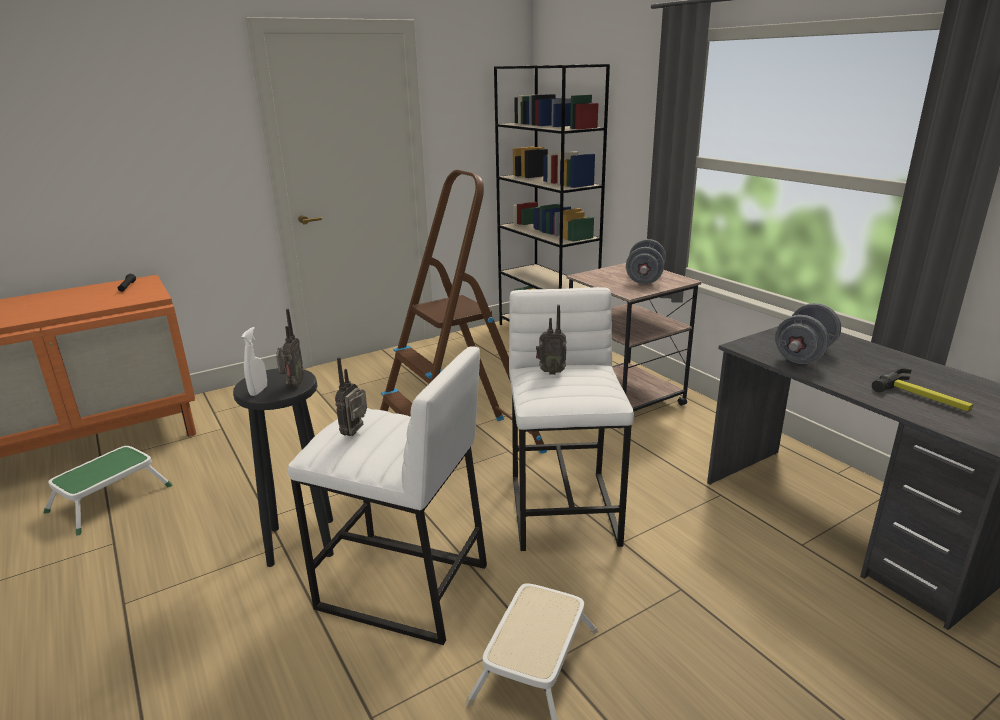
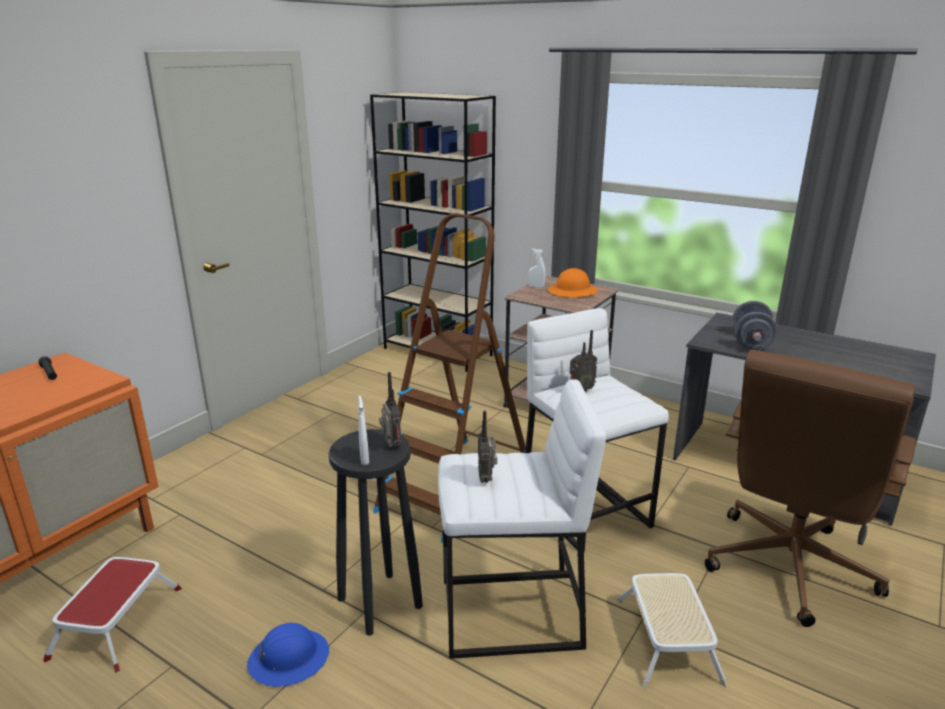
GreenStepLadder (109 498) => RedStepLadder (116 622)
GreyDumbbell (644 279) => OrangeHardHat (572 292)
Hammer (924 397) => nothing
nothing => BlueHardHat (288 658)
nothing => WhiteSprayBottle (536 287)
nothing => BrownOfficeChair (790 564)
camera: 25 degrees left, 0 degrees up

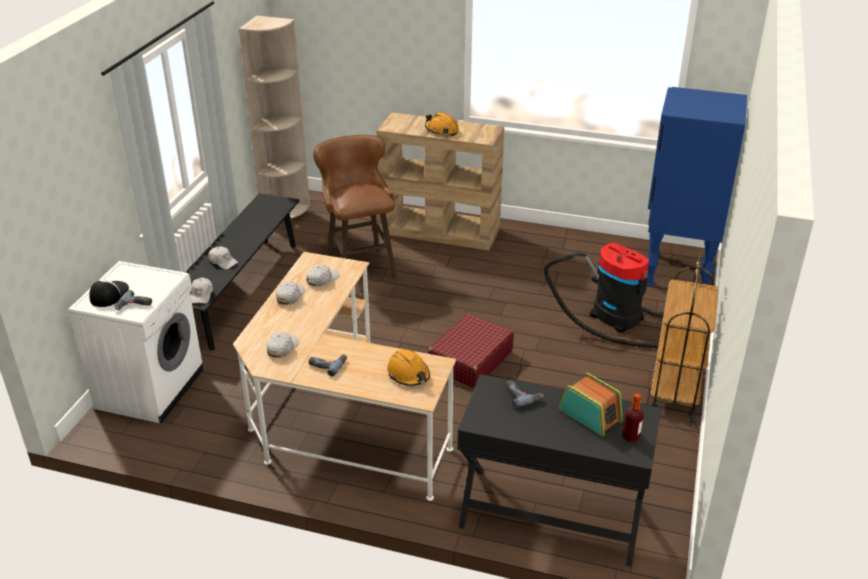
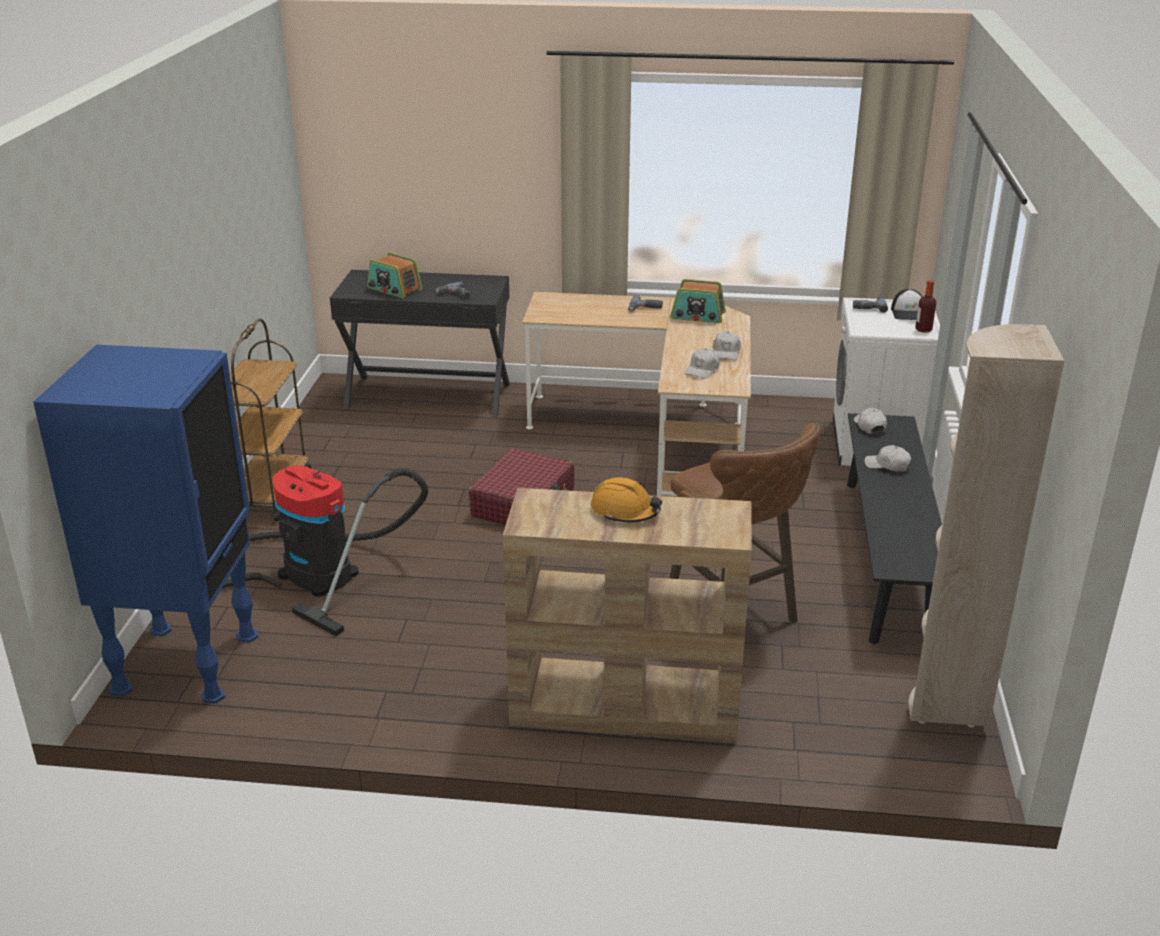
WhiteCap (282 348) => Radio (697 316)
OrangeHardHat (408 374) => nothing
Bottle (630 437) => Bottle (923 330), shifted
camera: 170 degrees right, 5 degrees down

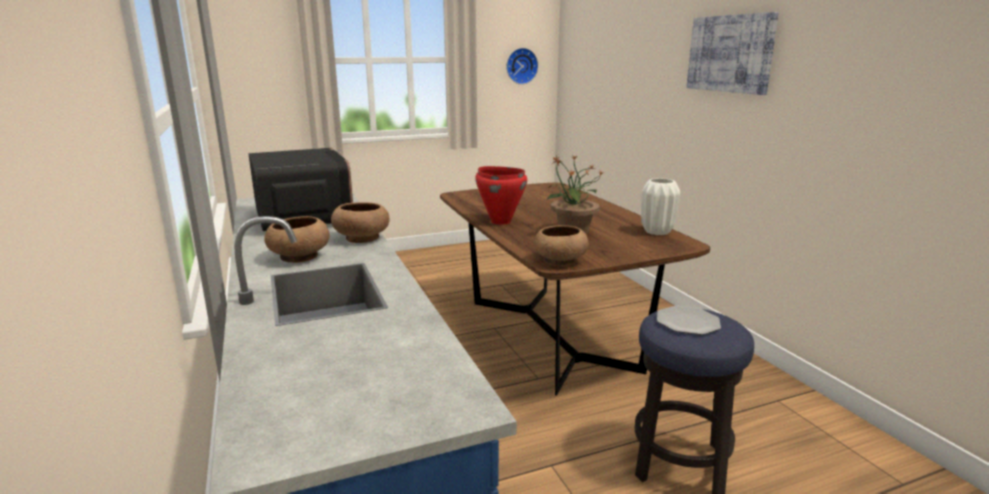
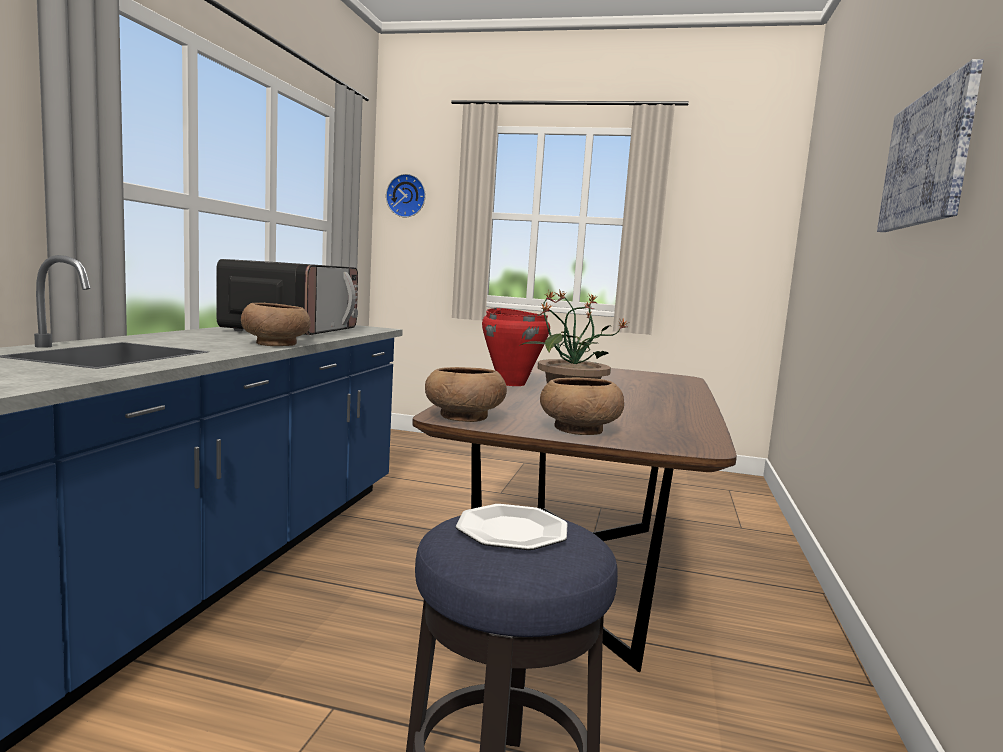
BrownBowl (299 257) => BrownBowl (578 430), shifted
WallClock (521 66) => WallClock (406 196), shifted
WhiteVase (657 232) => nothing
camera: 35 degrees right, 10 degrees down

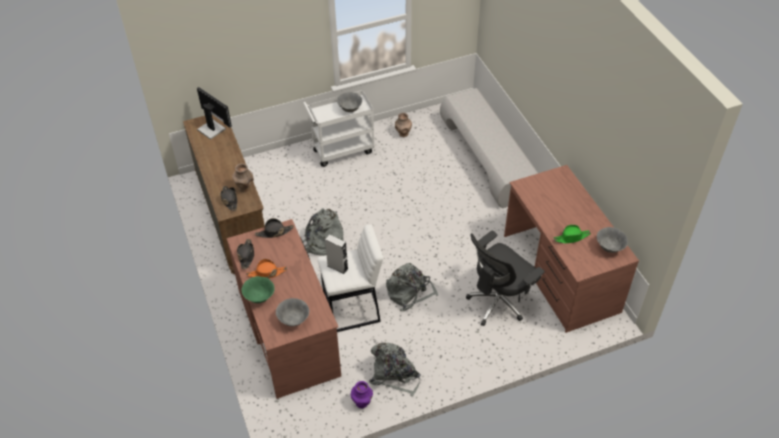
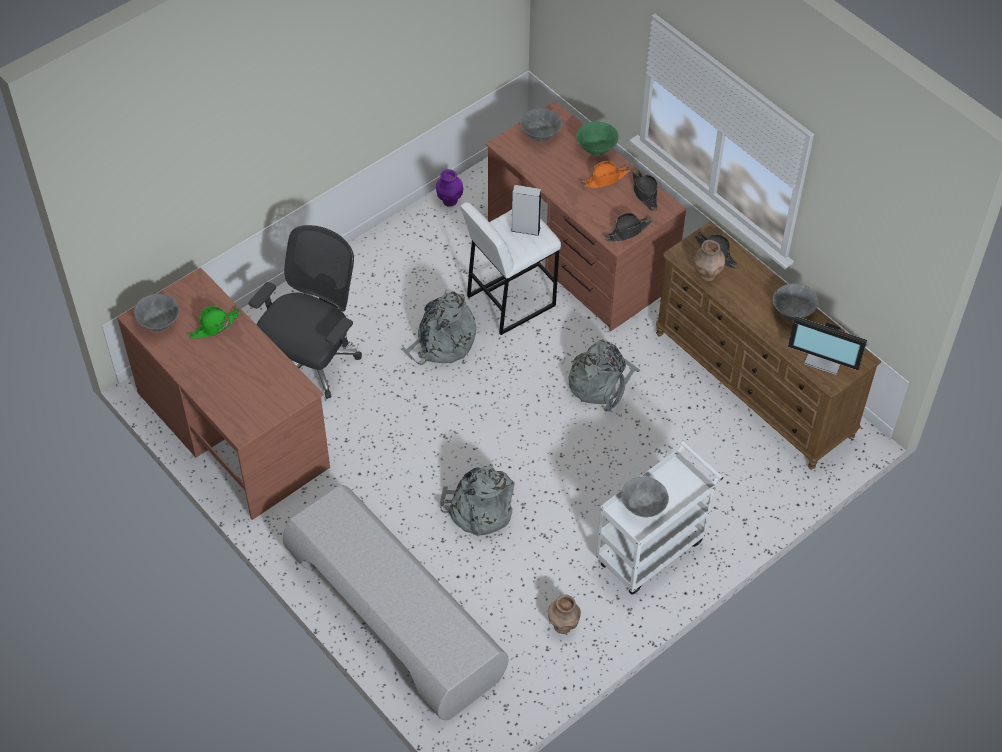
GreyBackpack (394 374) => GreyBackpack (478 510), shifted
nothing => GreyBowl (792 313)
camera: 160 degrees right, 5 degrees up

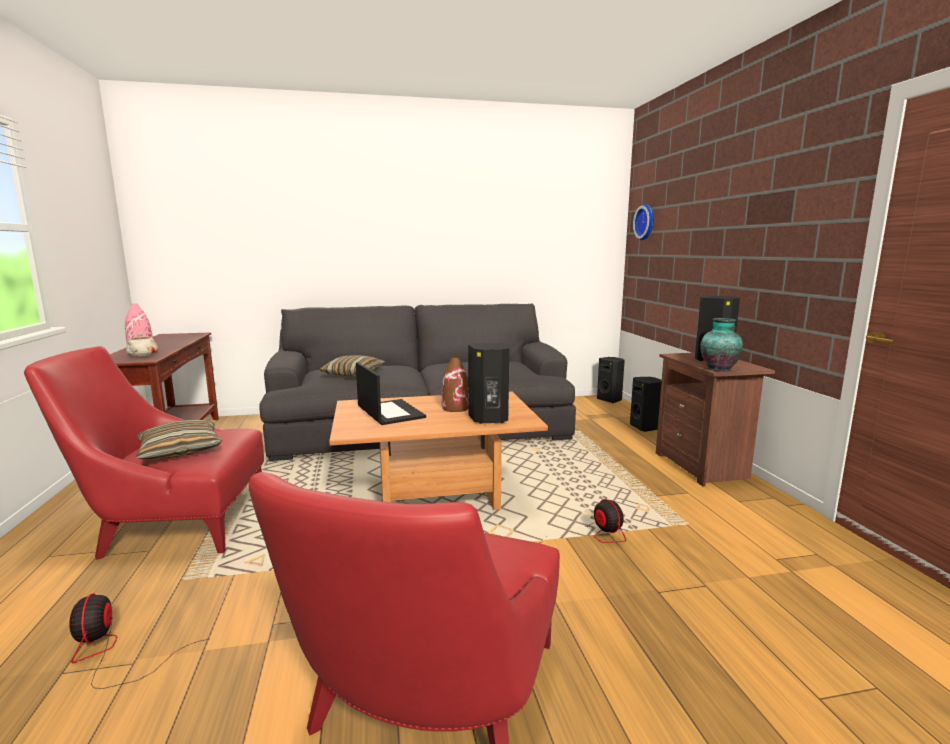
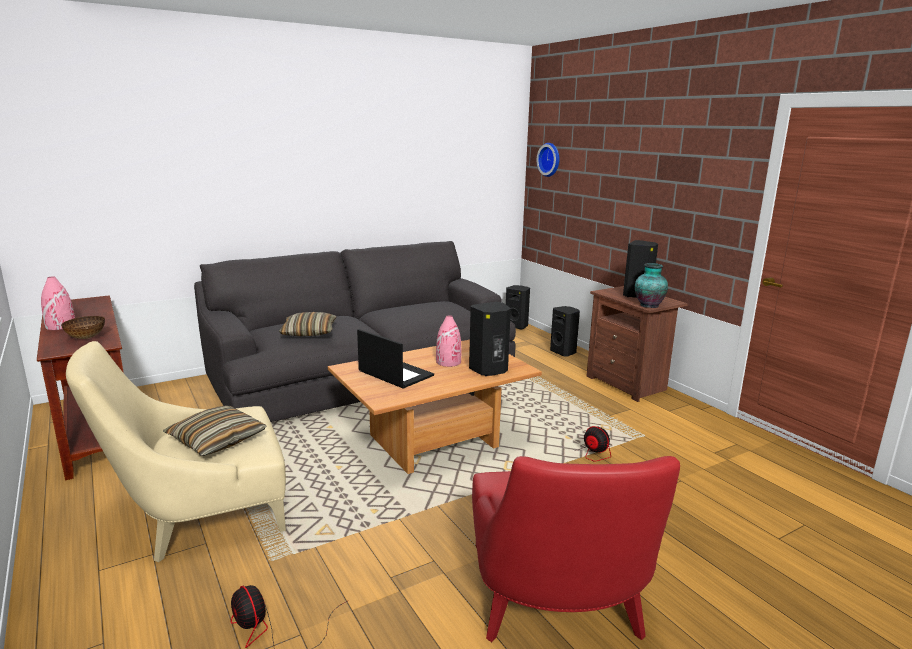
RedArmchair (172 523) => BeigeArmchair (199 513)
BeigeTeapot (142 355) => Bowl (85 337)
BrownVase (455 408) => PinkVase (448 362)
camera: 20 degrees left, 5 degrees up

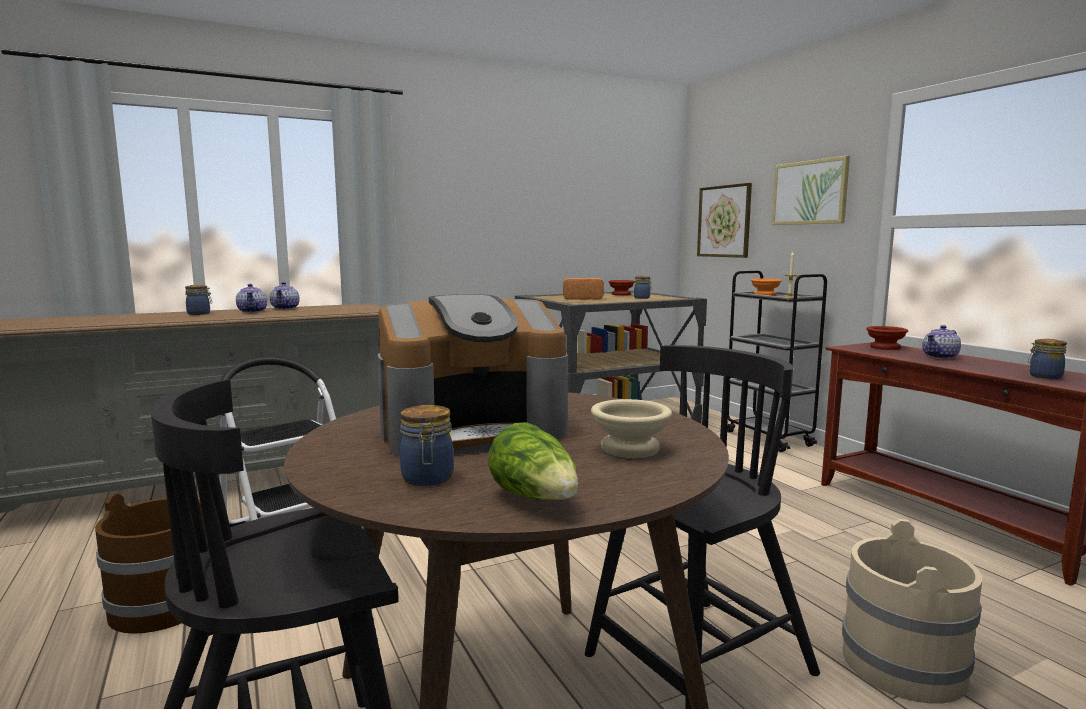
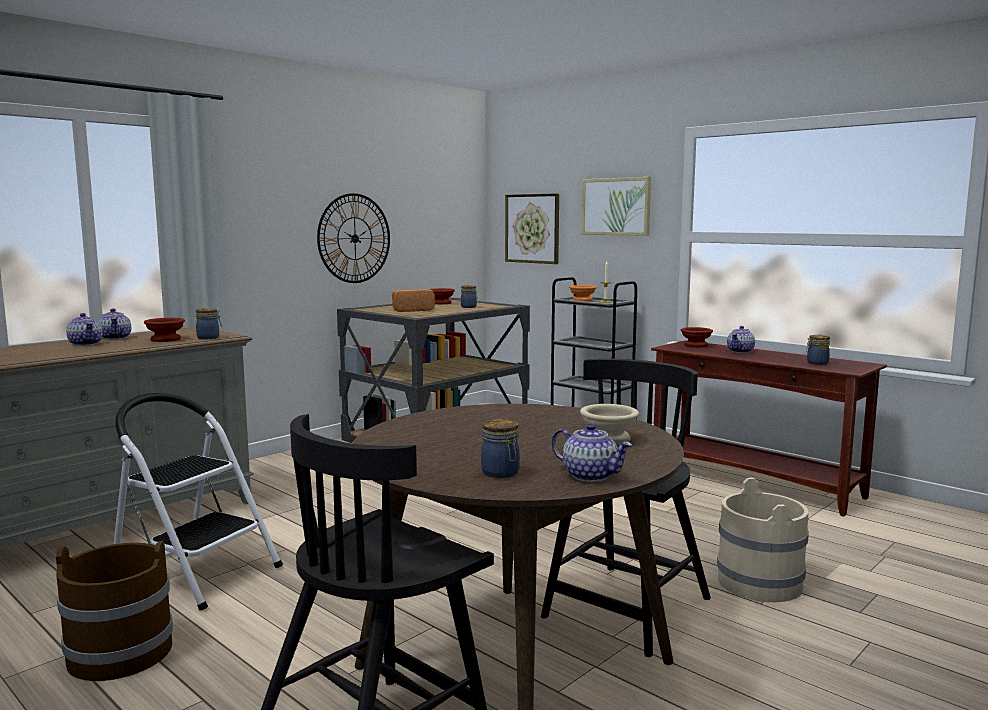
Jar (200 314) => Jar (209 338), shifted
CoffeeMachine (473 430) => nothing
Lettuce (536 498) => Teapot (589 475)
nothing => BrownBowl (166 339)
nothing => WallClock (354 238)
camera: 20 degrees left, 0 degrees up

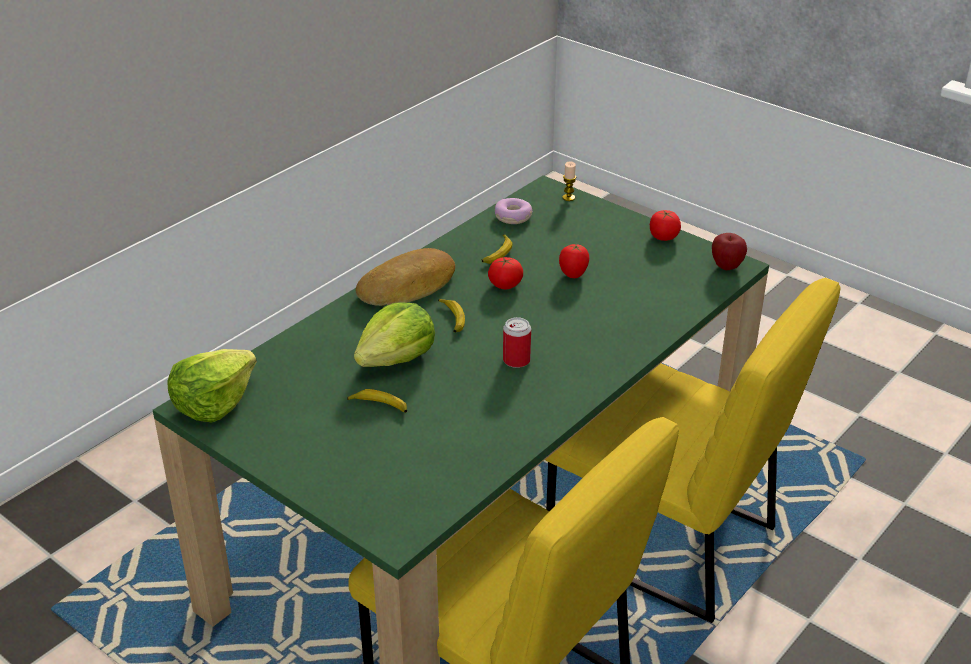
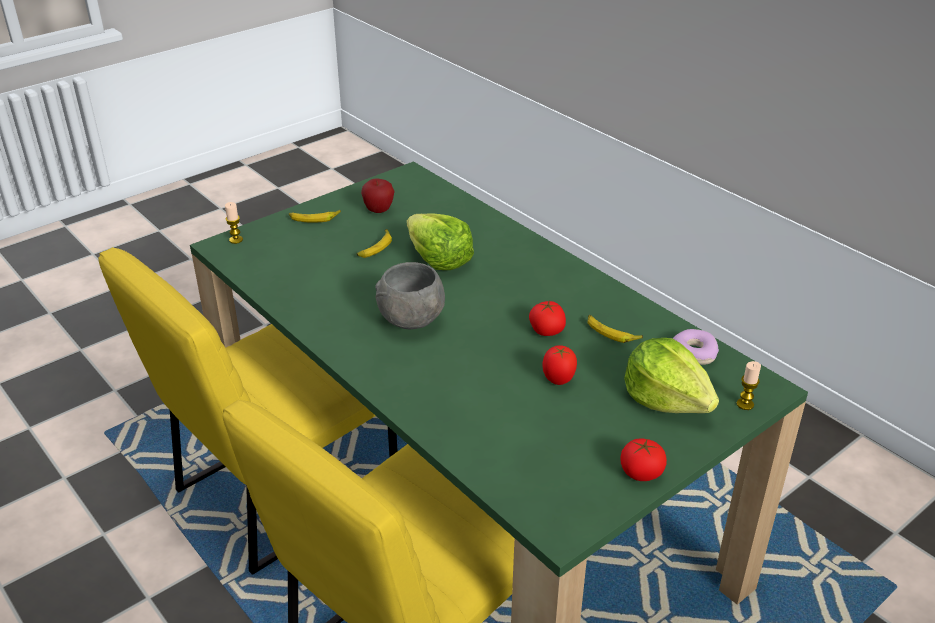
Lettuce (213 403) => Lettuce (666 399), shifted
Bread (408 286) => nothing
Banana (452 319) => Banana (314 218), shifted
Can (516 360) => GreyBowl (412 322)
Apple (726 267) => Apple (378 210), shifted
nothing => Candle (236 240)
camera: 100 degrees right, 0 degrees up

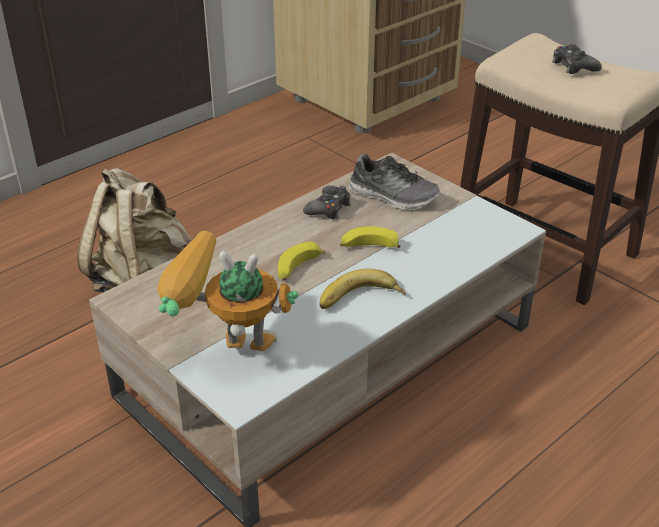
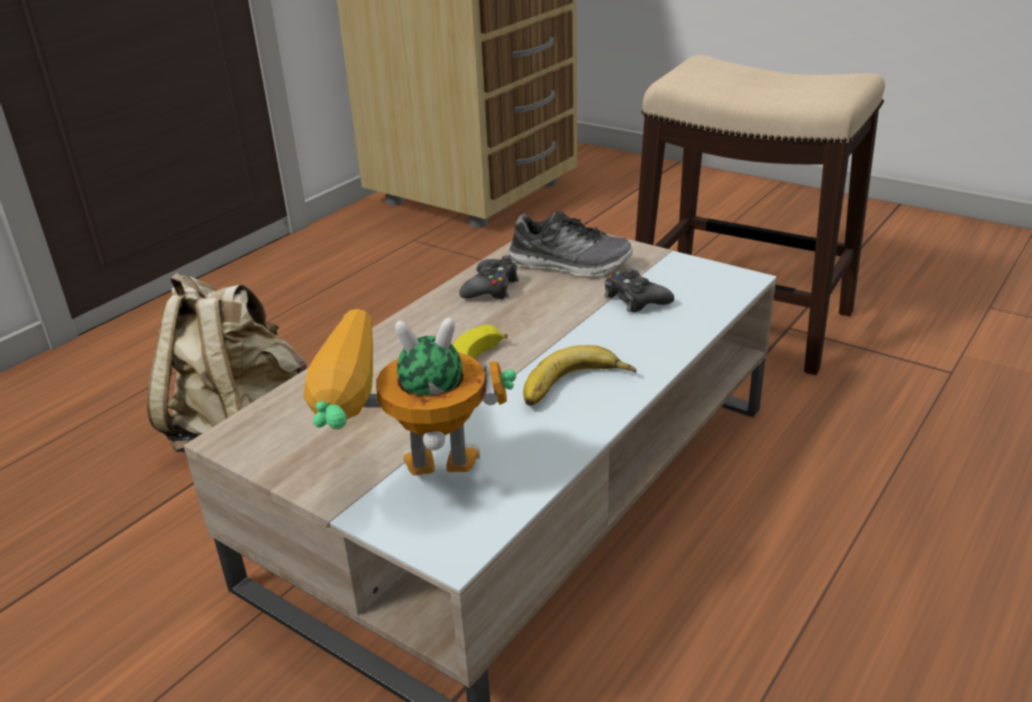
Banana (368 247) => nothing
BlackGameController (574 66) => BlackGameController (635 299), shifted
camera: 10 degrees left, 5 degrees down

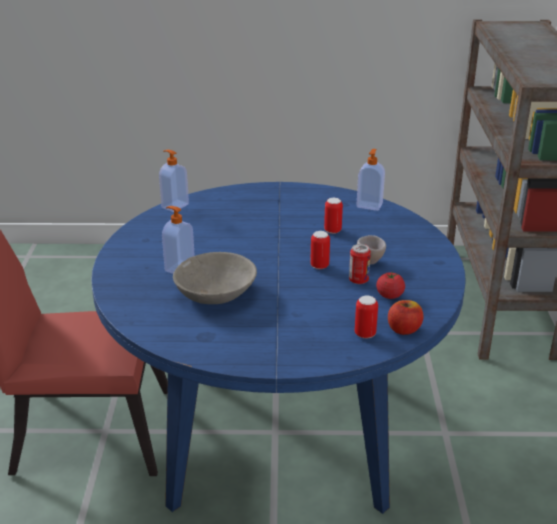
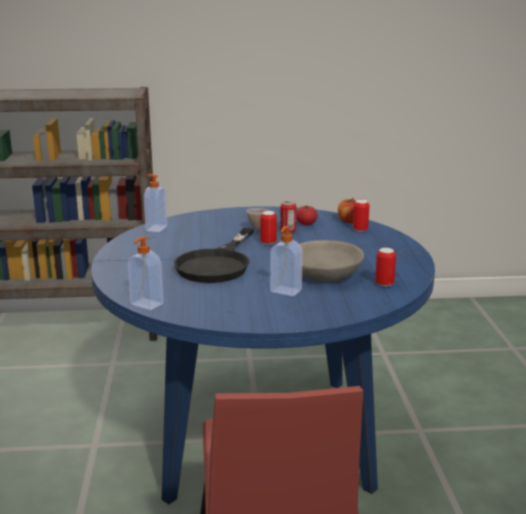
Can (332 230) => Can (384 284), shifted
nothing => BlackFryingPan (218 264)
camera: 95 degrees left, 10 degrees down

